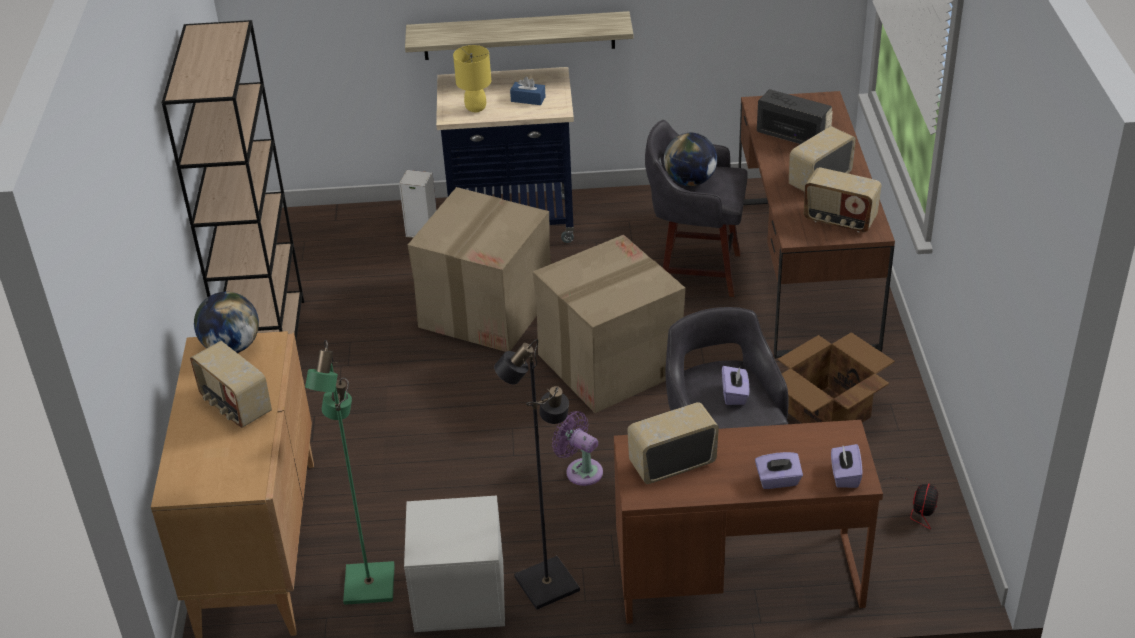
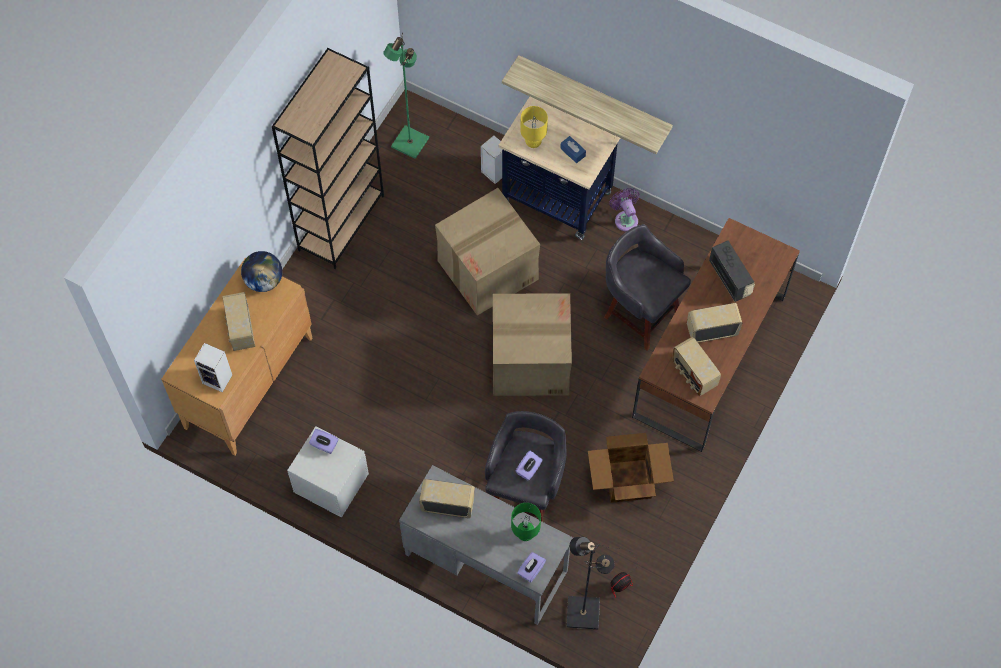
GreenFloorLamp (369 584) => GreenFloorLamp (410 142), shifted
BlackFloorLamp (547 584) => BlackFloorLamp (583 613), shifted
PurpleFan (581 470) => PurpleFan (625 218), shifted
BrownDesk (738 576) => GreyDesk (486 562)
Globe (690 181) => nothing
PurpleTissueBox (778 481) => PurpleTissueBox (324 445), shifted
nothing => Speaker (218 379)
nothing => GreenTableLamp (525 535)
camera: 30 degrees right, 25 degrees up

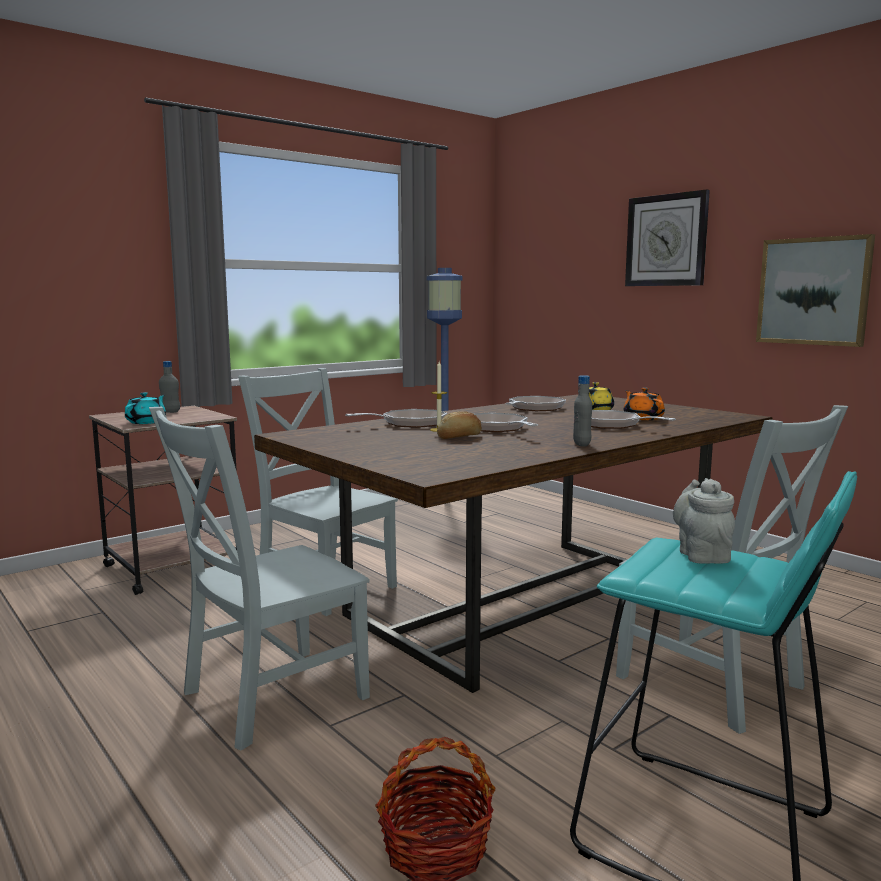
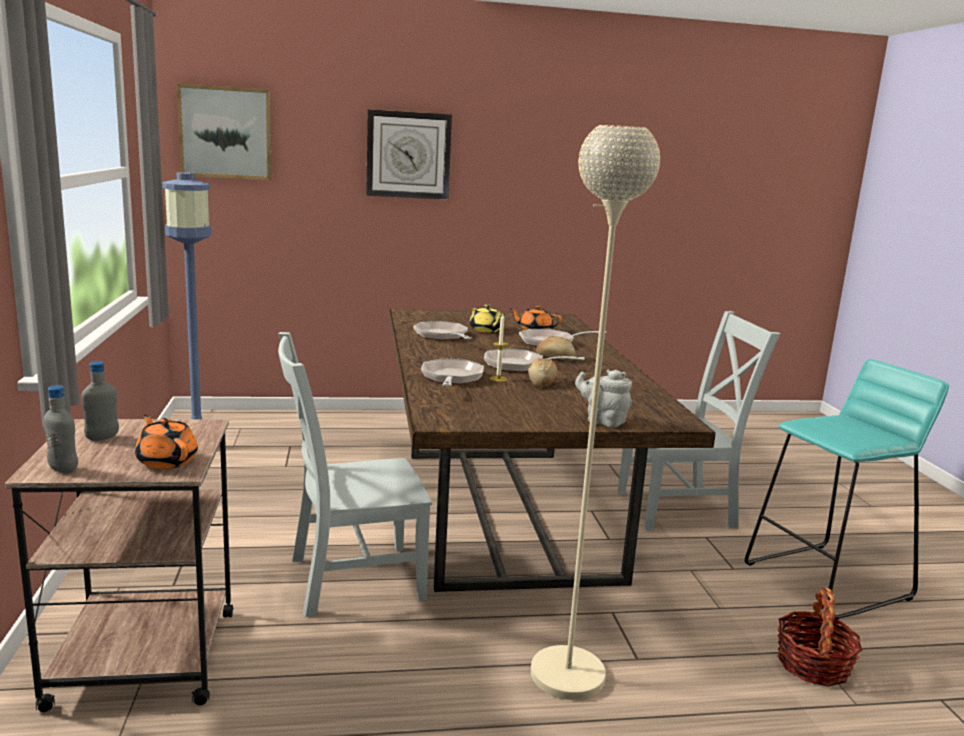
TurquoiseTeapot (147 422) => OrangeTeapot (167 461)
GreyChair (268 697) => BeigeFloorLamp (567 675)
GreyBottle (581 444) => GreyBottle (63 469), shifted
GreyTeapot (702 555) => GreyTeapot (603 421), shifted
Picture (813 291) => Picture (225 132), shifted
nothing => Bread (555 358)
camera: 60 degrees left, 5 degrees up

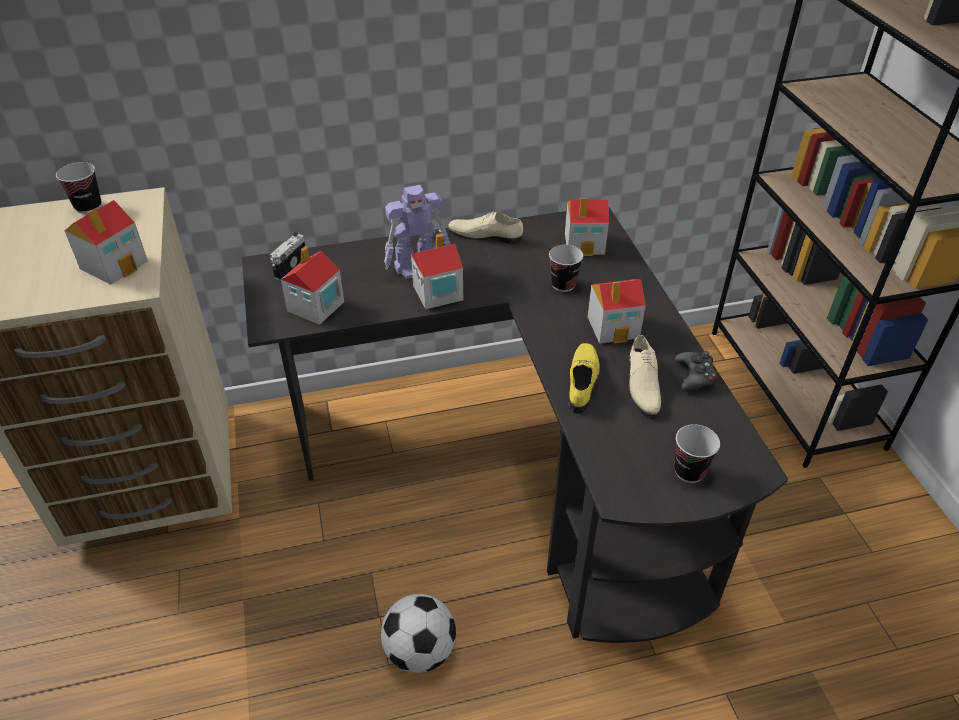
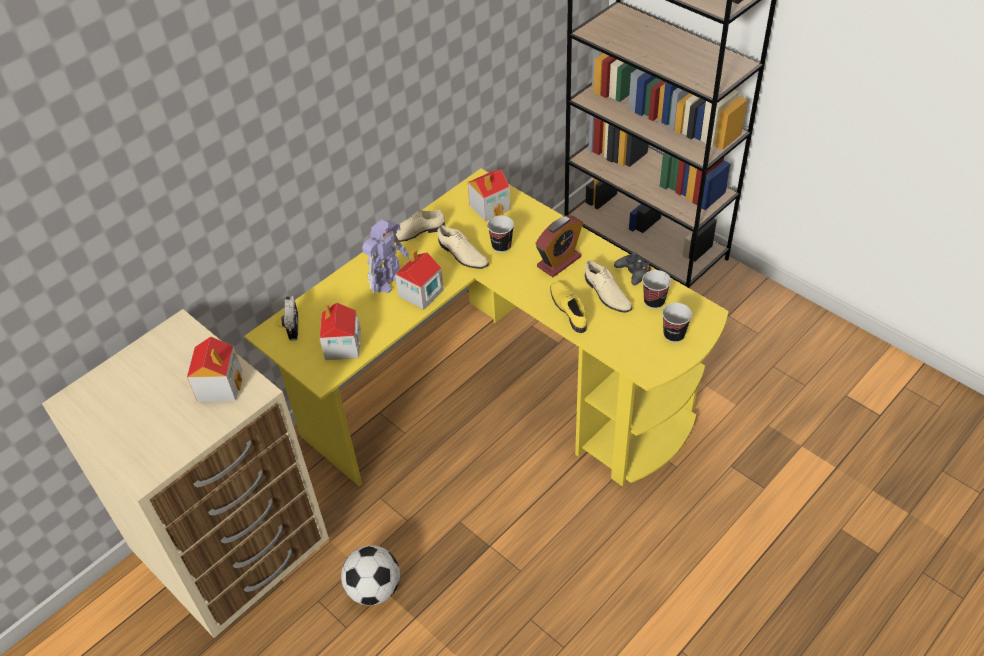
Cup (88 206) => Cup (654 301), shifted
BlackDesk (514 461) => YellowDesk (497 392)
Football (420 651) => Football (374 588), shifted
ToyHouse (614 327) => AlarmClock (559 262)
nothing => BeigeShoe (462 254)
camera: 30 degrees left, 5 degrees up

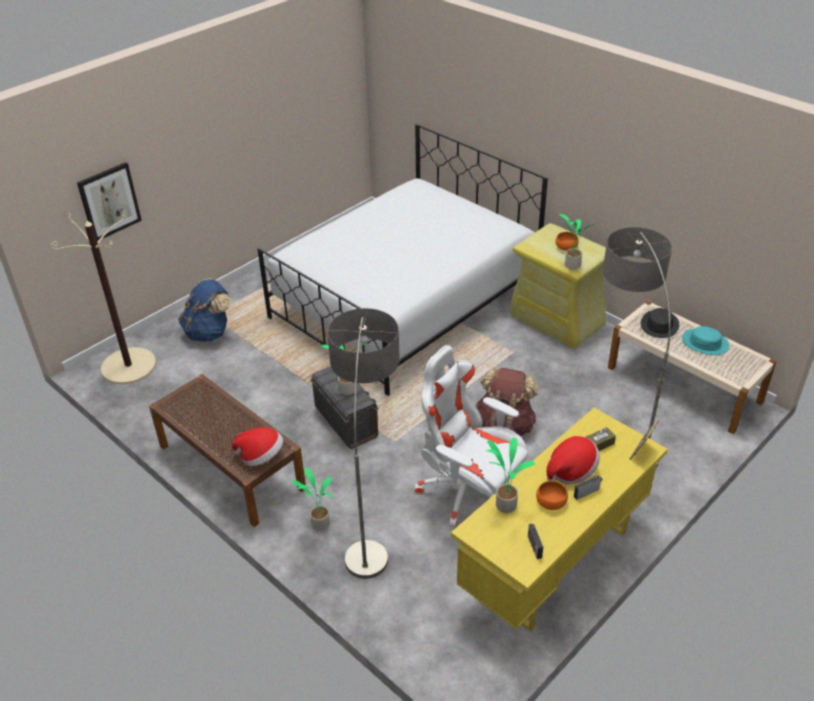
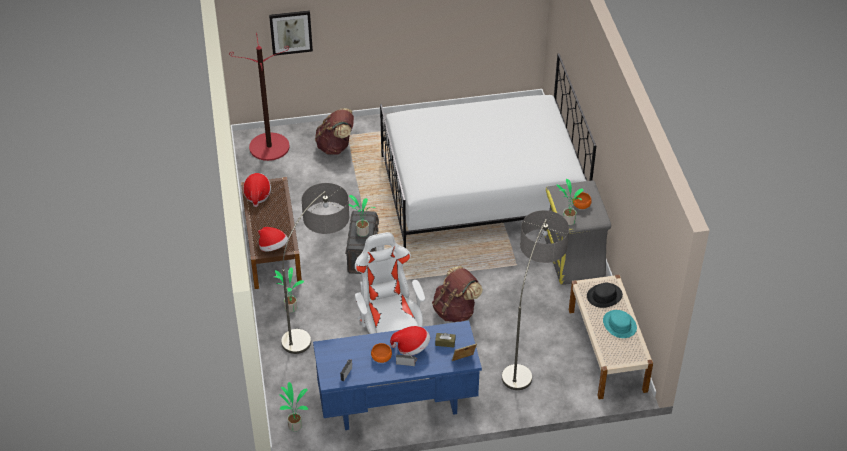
BeigeClothesRack (128 366) => RedClothesRack (269 147)
BlueBackpack (209 332) => BrownBackpack (336 147)
YellowDesk (554 562) => BlueDesk (396 404)
PottedPlant (505 504) => PottedPlant (295 425), shifted
YellowNightstand (557 320) => GreyNightstand (573 258)
nothing => Hat (257 195)
camera: 35 degrees right, 5 degrees up

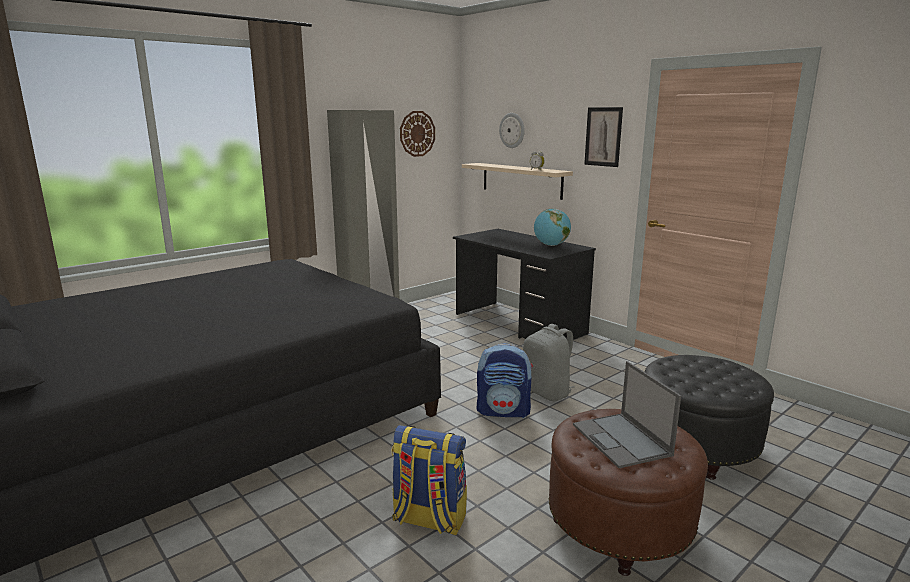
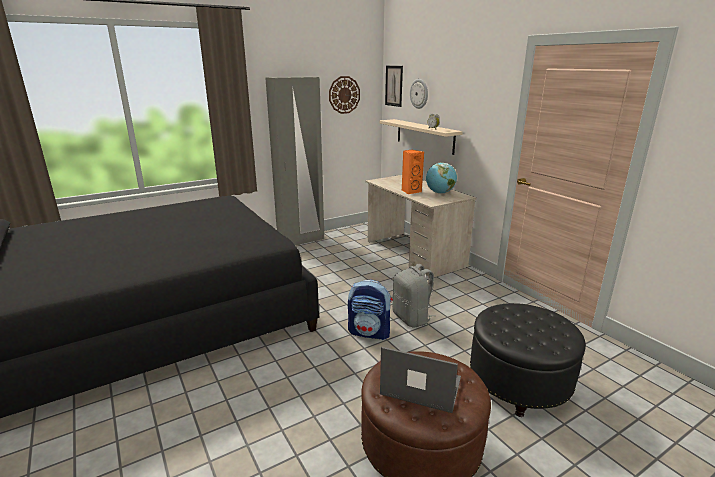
Backpack (428 519) => nothing
BlackDesk (519 324) => BeigeDesk (414 254)
Laptop (622 440) => Laptop (420 386), 120 degrees clockwise
Picture (603 136) => Picture (394 86), shifted
nothing => OrangeSpeaker (410 191)
camera: 10 degrees right, 5 degrees up

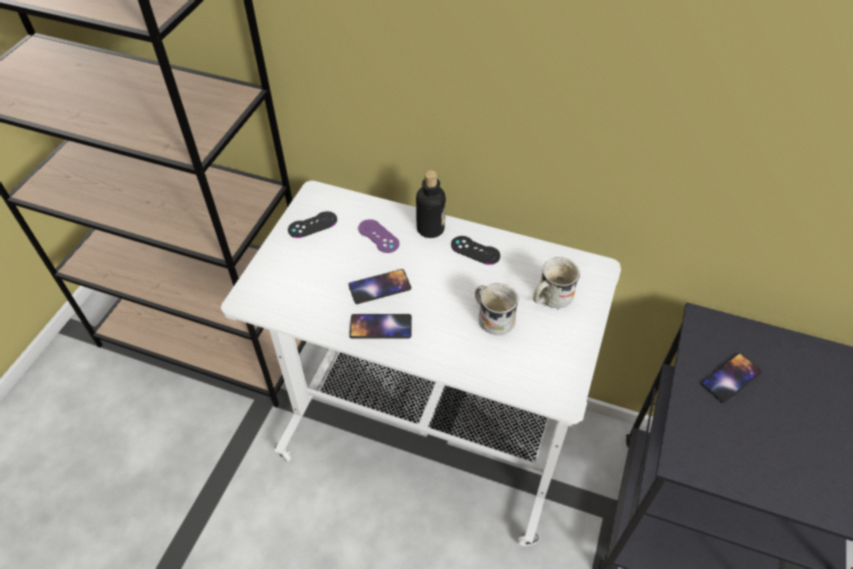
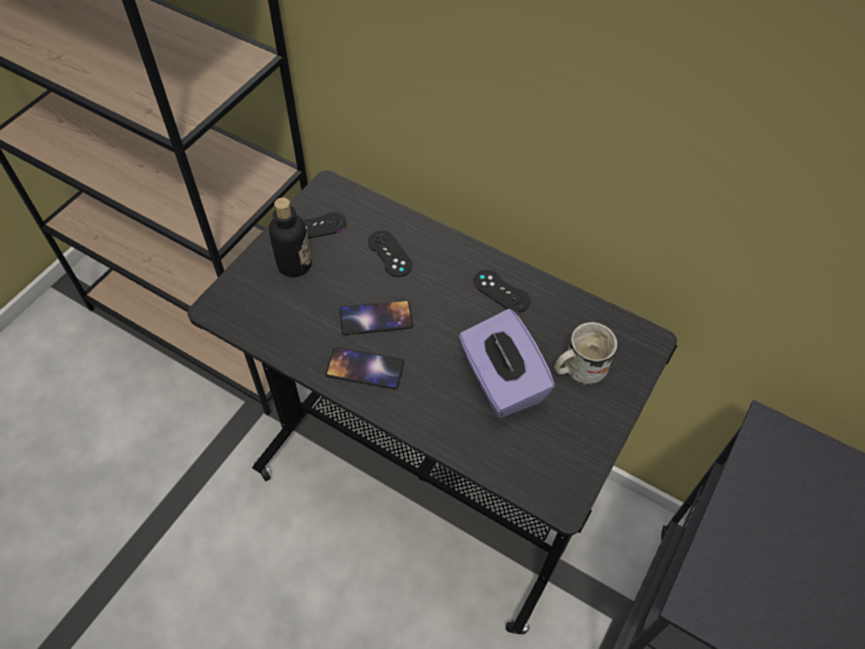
WhiteDesk (426 436) => BlackDesk (428 482)
PurpleGameController (378 236) => BlackGameController (389 254)
Bottle (430 229) => Bottle (294 264), shifted
WhiteMug (492 318) => PurpleTissueBox (501 381)
Phone (730 378) => nothing
camera: 10 degrees right, 5 degrees up

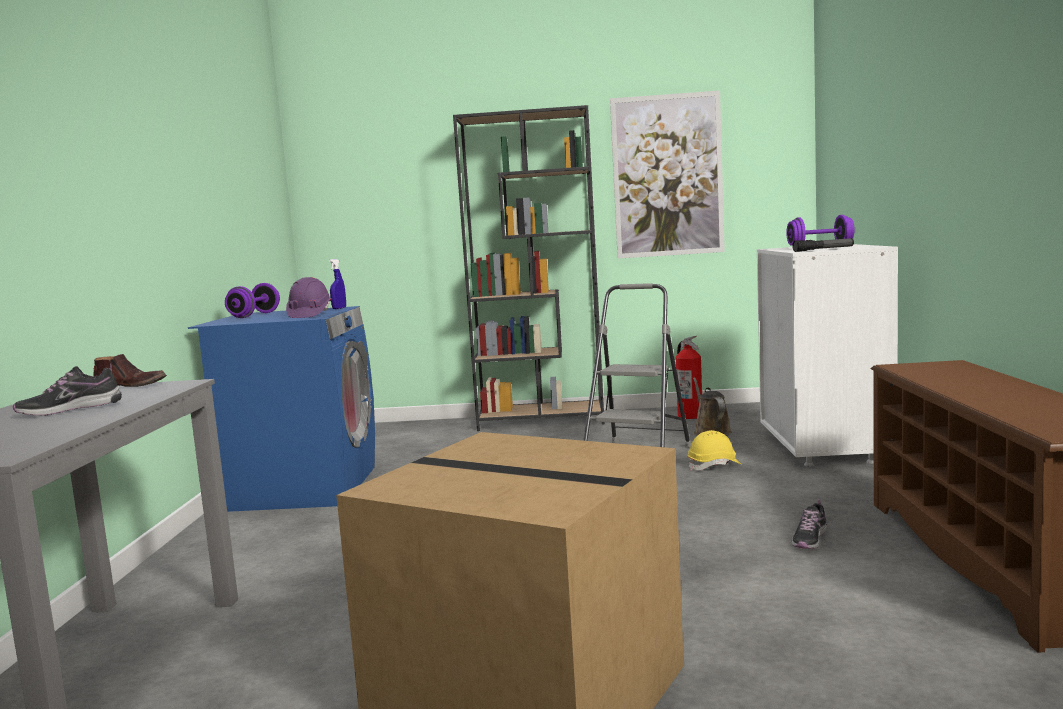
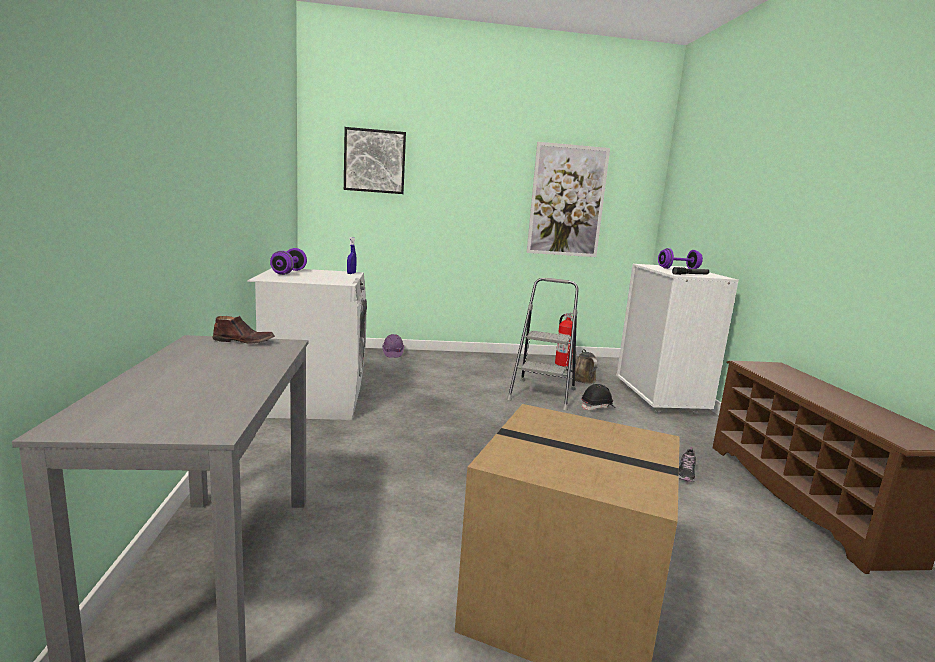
Shoe (70 409) => nothing
BlueWashingMachine (301 487) => WhiteWashingMachine (312 400)
PurpleHardHat (309 315) => PurpleHardHat (392 353), shifted
Bookcase (542 420) => nothing
YellowHardHat (714 466) => BlackHardHat (597 407)
nothing => Picture (374 161)
camera: 10 degrees left, 5 degrees up

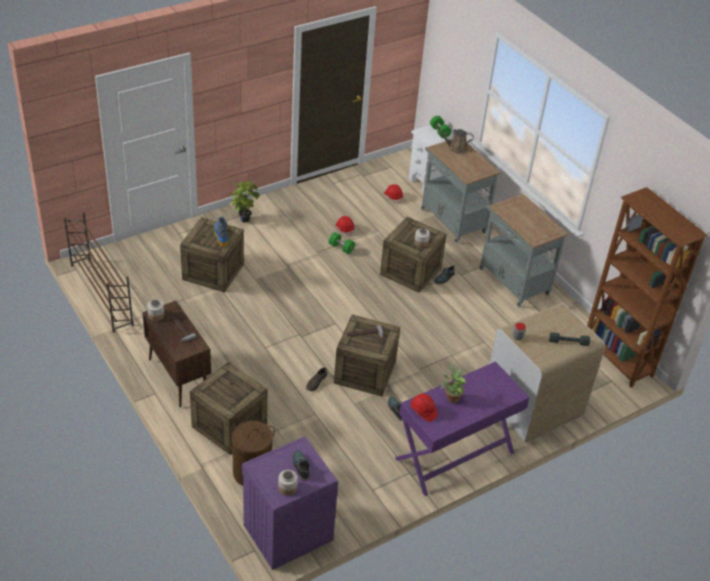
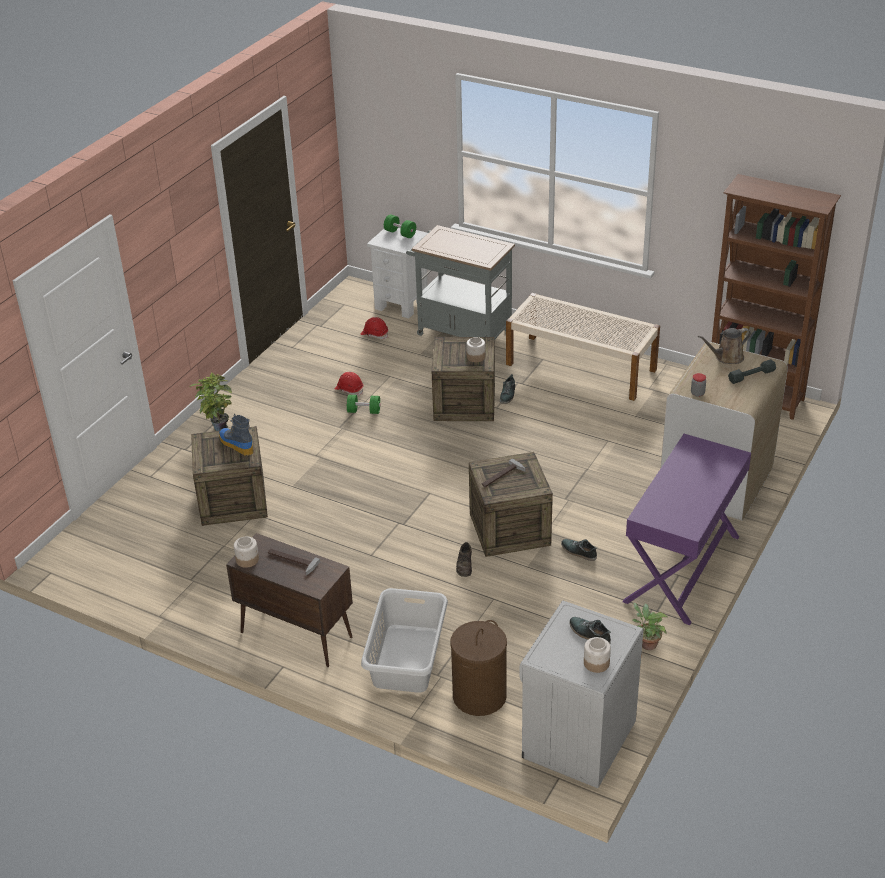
BrownShoeRack (101 294) => nothing
Crate (229 425) => GreyLaundryBasket (406 658)
PurpleWashingMachine (286 531) => WhiteWashingMachine (576 739)
RedHardHat (423 411) => nothing
BrownWateringCan (455 148) => BrownWateringCan (727 357), shifted
PottedPlant (451 397) => PottedPlant (646 644), shifted
GreyCart (512 280) => BeigeBench (581 367)
camera: 25 degrees left, 5 degrees down

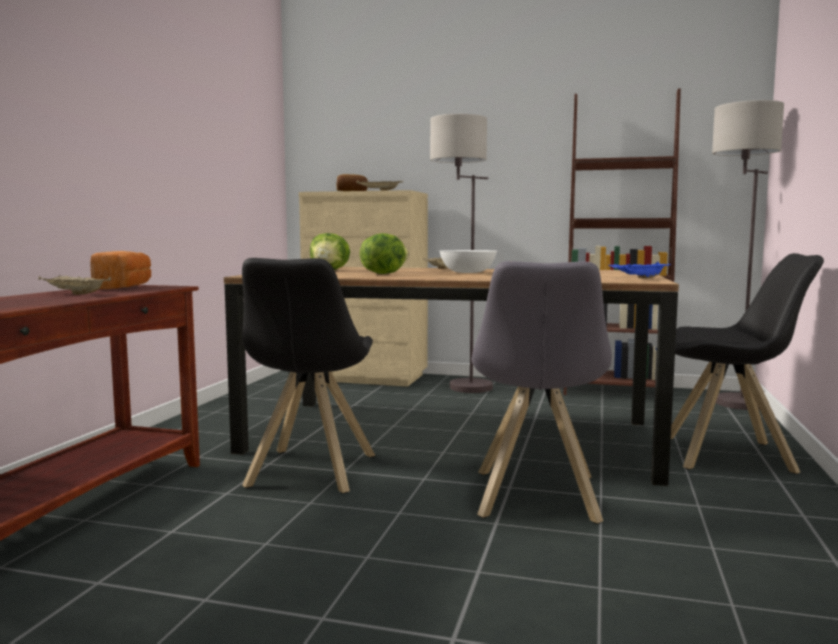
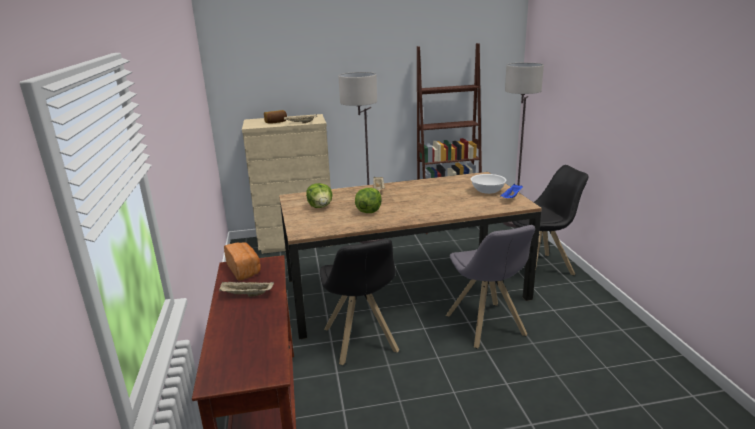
WhiteBowl (468 272) => WhiteBowl (488 191), shifted
camera: 25 degrees left, 15 degrees up

